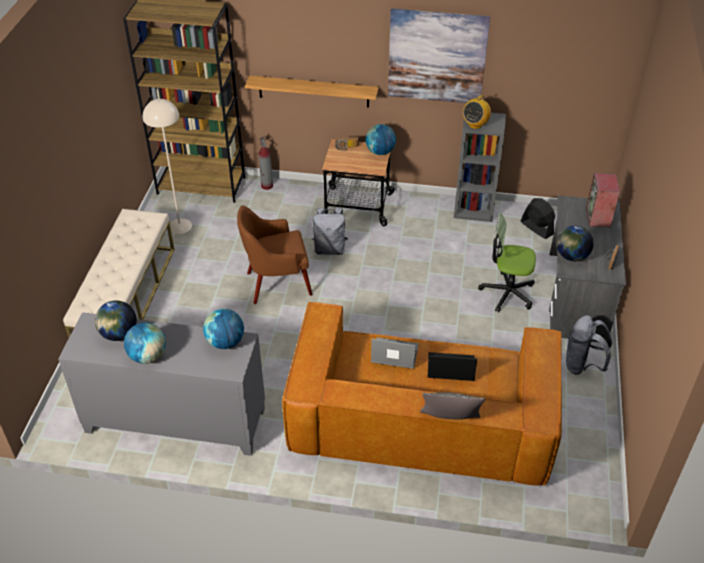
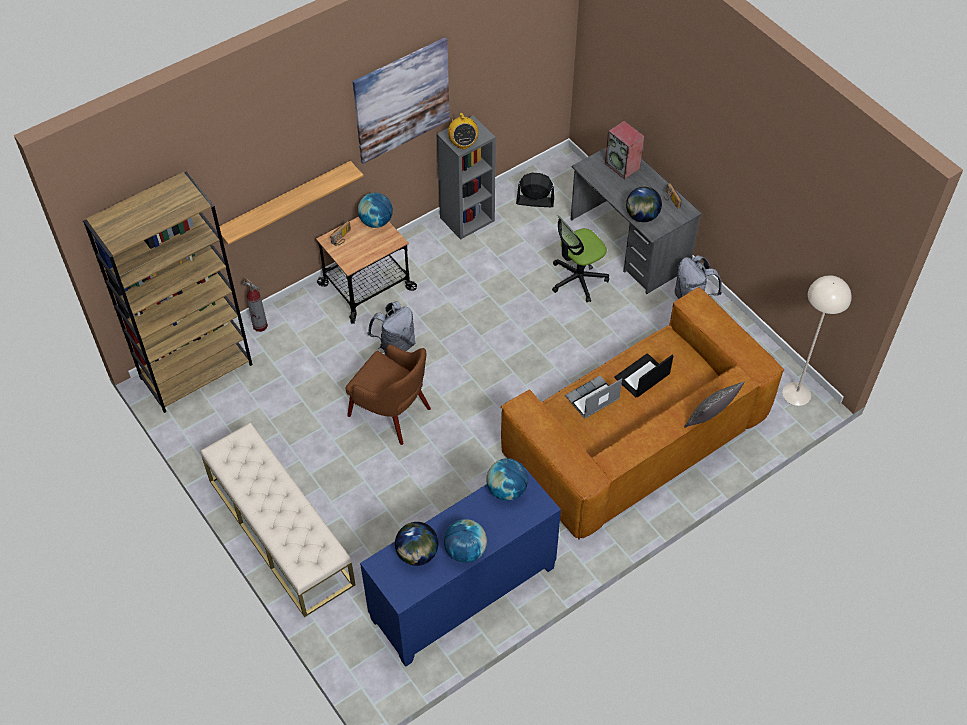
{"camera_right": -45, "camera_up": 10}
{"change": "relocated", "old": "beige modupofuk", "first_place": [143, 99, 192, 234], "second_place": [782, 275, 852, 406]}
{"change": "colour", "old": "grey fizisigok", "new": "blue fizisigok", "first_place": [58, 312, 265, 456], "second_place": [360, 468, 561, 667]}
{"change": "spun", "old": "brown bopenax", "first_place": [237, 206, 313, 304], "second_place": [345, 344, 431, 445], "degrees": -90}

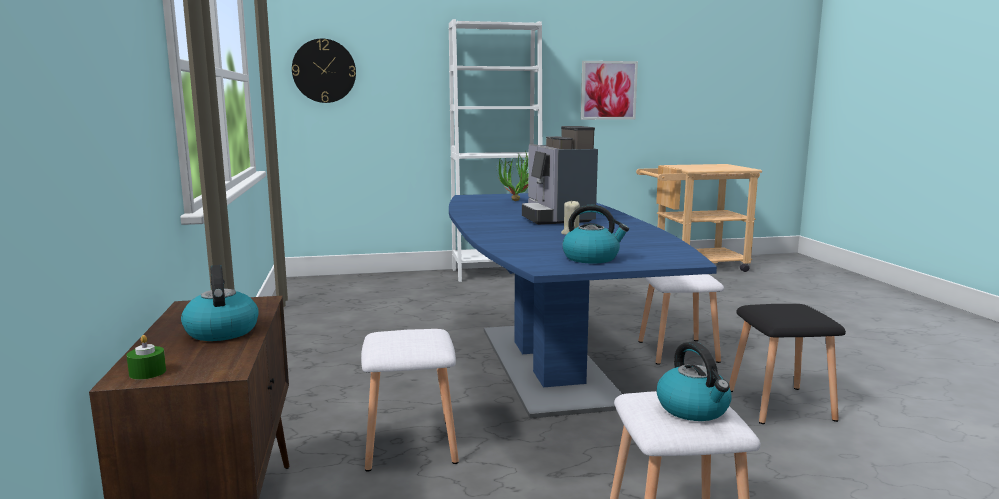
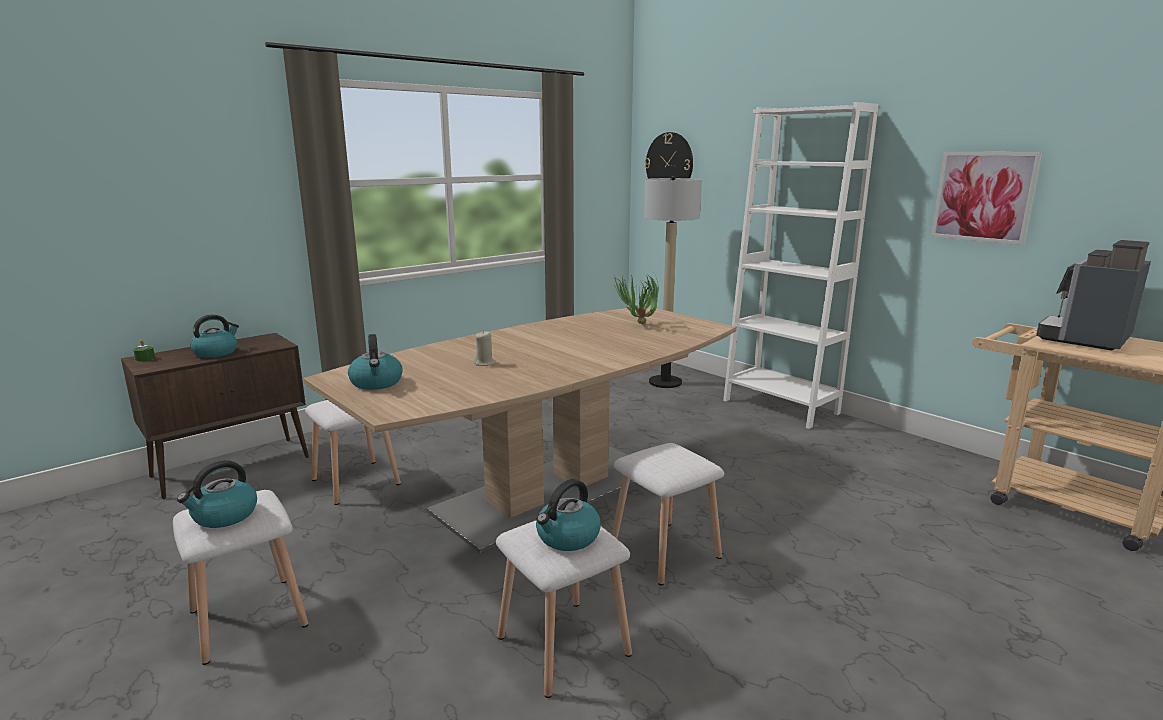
{"camera_right": 60, "camera_up": 5}
{"change": "appeared", "new": "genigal", "second_place": [536, 479, 601, 551]}
{"change": "appeared", "new": "modupofuk", "second_place": [644, 175, 702, 388]}
{"change": "relocated", "old": "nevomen", "first_place": [522, 126, 598, 225], "second_place": [1036, 240, 1151, 351]}
{"change": "colour", "old": "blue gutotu", "new": "brown gutotu", "first_place": [449, 193, 717, 419], "second_place": [304, 307, 737, 553]}
{"change": "colour", "old": "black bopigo", "new": "white bopigo", "first_place": [729, 304, 846, 424], "second_place": [496, 520, 632, 698]}

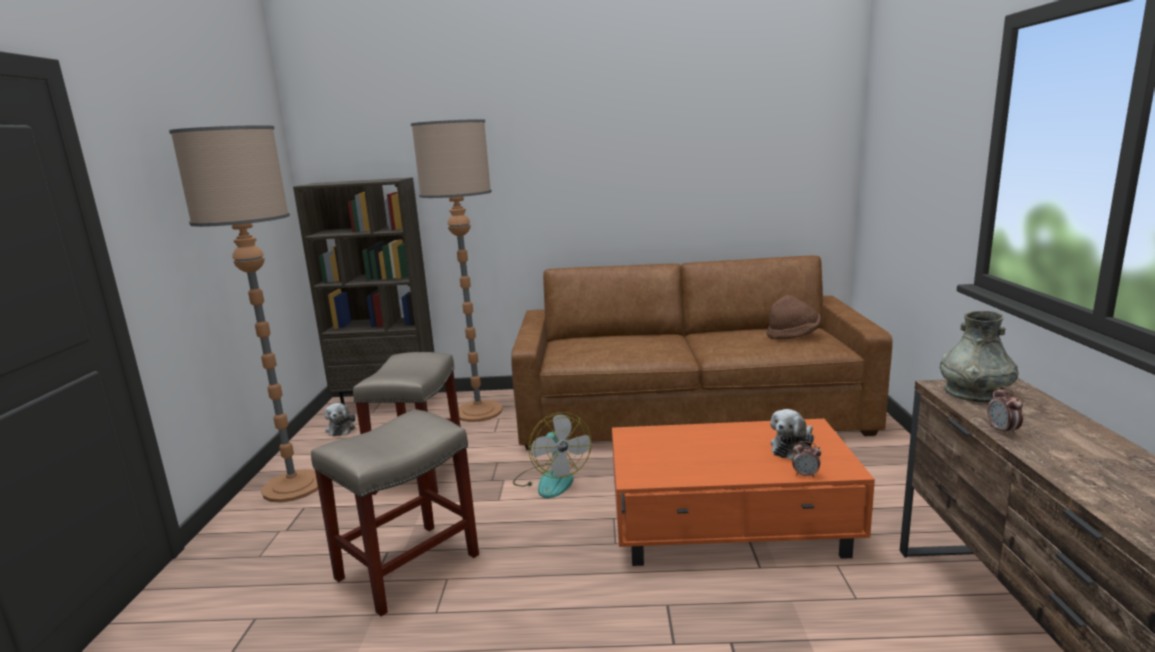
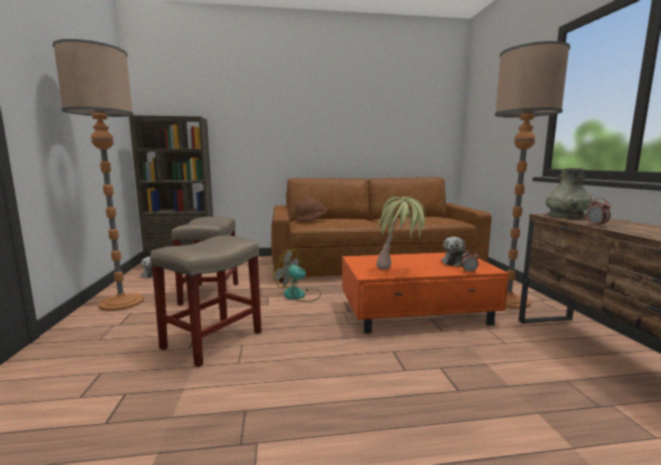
{"camera_right": -10, "camera_up": -5}
{"change": "appeared", "new": "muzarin", "second_place": [377, 196, 426, 269]}
{"change": "relocated", "old": "modupofuk", "first_place": [411, 119, 502, 422], "second_place": [495, 41, 570, 309]}
{"change": "relocated", "old": "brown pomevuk", "first_place": [766, 295, 821, 339], "second_place": [295, 196, 327, 222]}
{"change": "spun", "old": "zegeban", "first_place": [513, 412, 592, 498], "second_place": [273, 249, 321, 302], "degrees": 150}

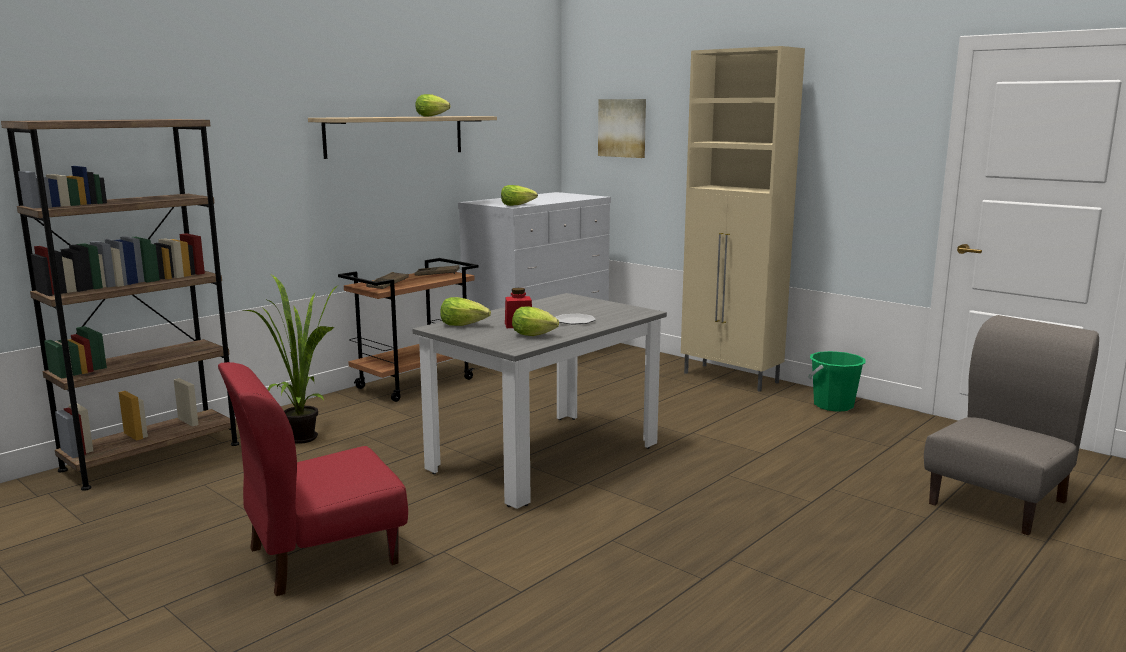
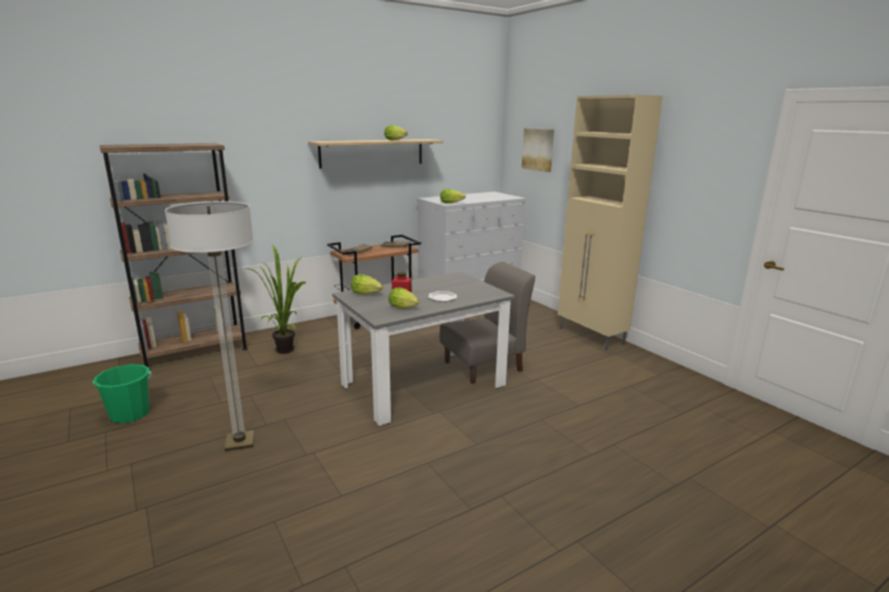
{"camera_right": 15, "camera_up": 5}
{"change": "relocated", "old": "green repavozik", "first_place": [808, 351, 866, 412], "second_place": [93, 364, 152, 423]}
{"change": "relocated", "old": "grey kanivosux", "first_place": [924, 315, 1099, 535], "second_place": [439, 262, 535, 384]}
{"change": "exchanged", "old": "red kanivosux", "new": "modupofuk", "first_place": [218, 362, 408, 596], "second_place": [165, 201, 254, 451]}

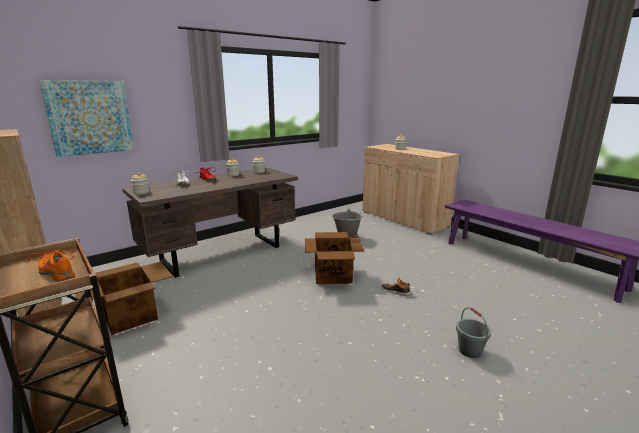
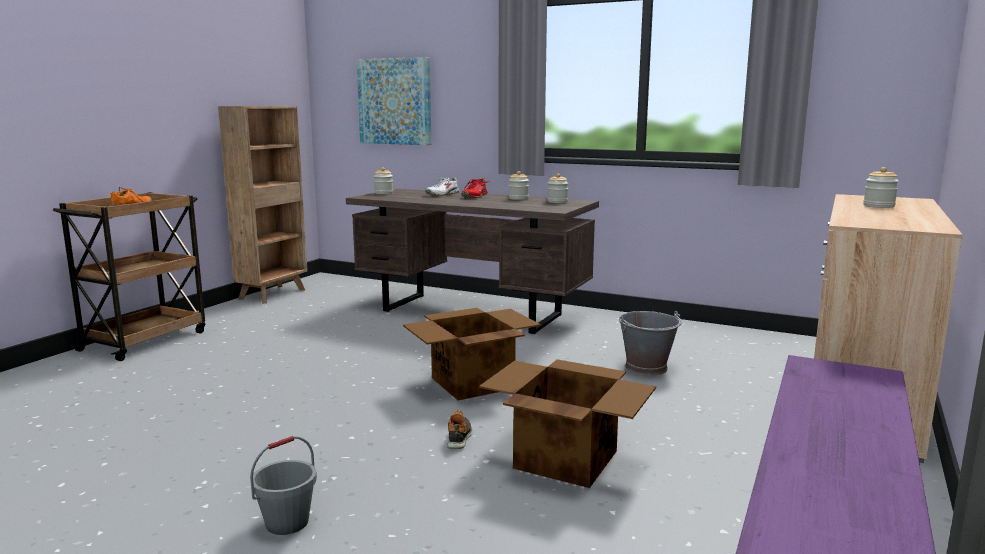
{"camera_right": 65, "camera_up": -5}
{"change": "relocated", "old": "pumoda", "first_place": [75, 262, 173, 335], "second_place": [479, 359, 656, 488]}

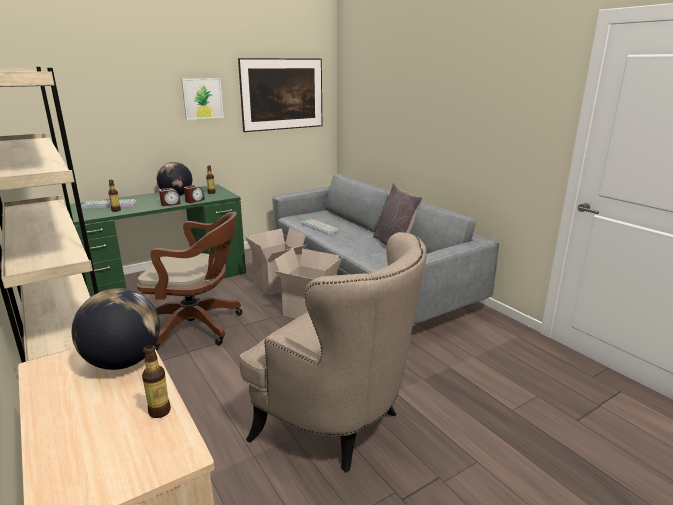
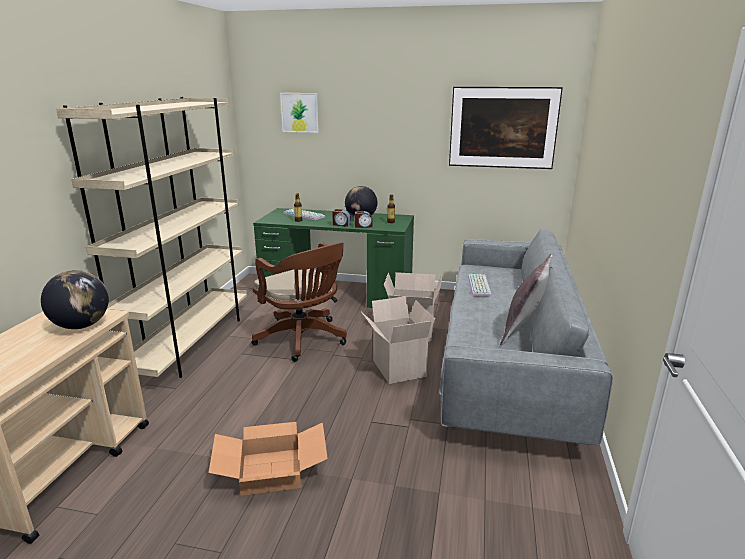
{"camera_right": 45, "camera_up": 0}
{"change": "missing", "old": "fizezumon", "first_place": [142, 345, 171, 418]}
{"change": "relocated", "old": "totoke", "first_place": [181, 78, 224, 120], "second_place": [280, 93, 319, 133]}
{"change": "exchanged", "old": "beige bopenax", "new": "pumoda", "first_place": [240, 232, 427, 473], "second_place": [209, 422, 328, 496]}

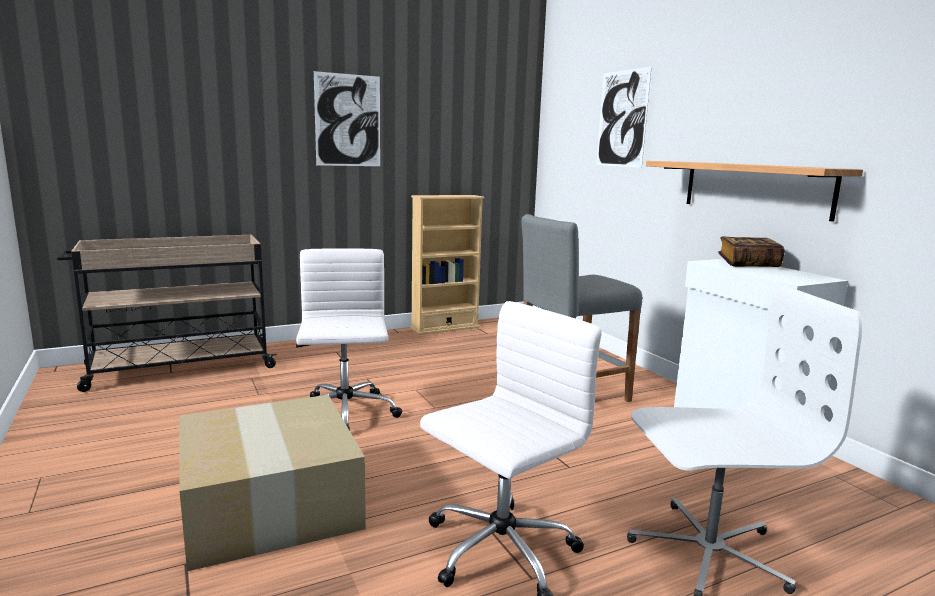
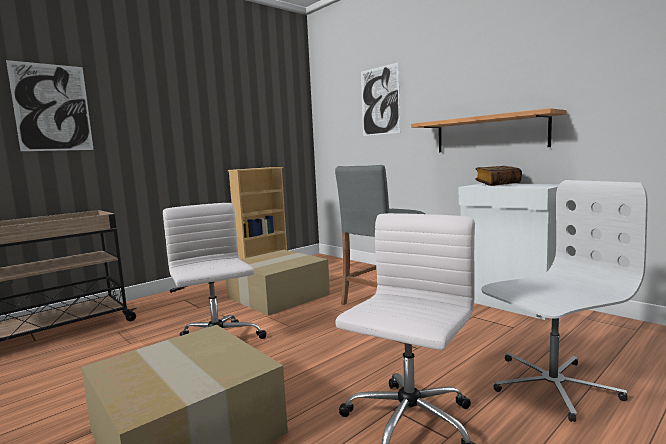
{"camera_right": -15, "camera_up": -5}
{"change": "appeared", "new": "pumoda", "second_place": [226, 250, 330, 315]}
{"change": "relocated", "old": "totoke", "first_place": [314, 71, 380, 166], "second_place": [6, 60, 94, 151]}

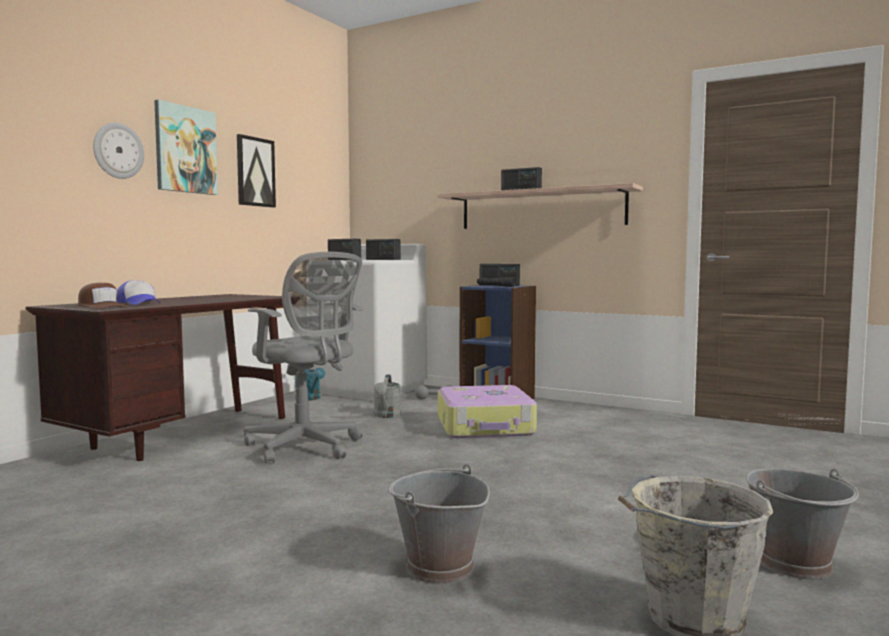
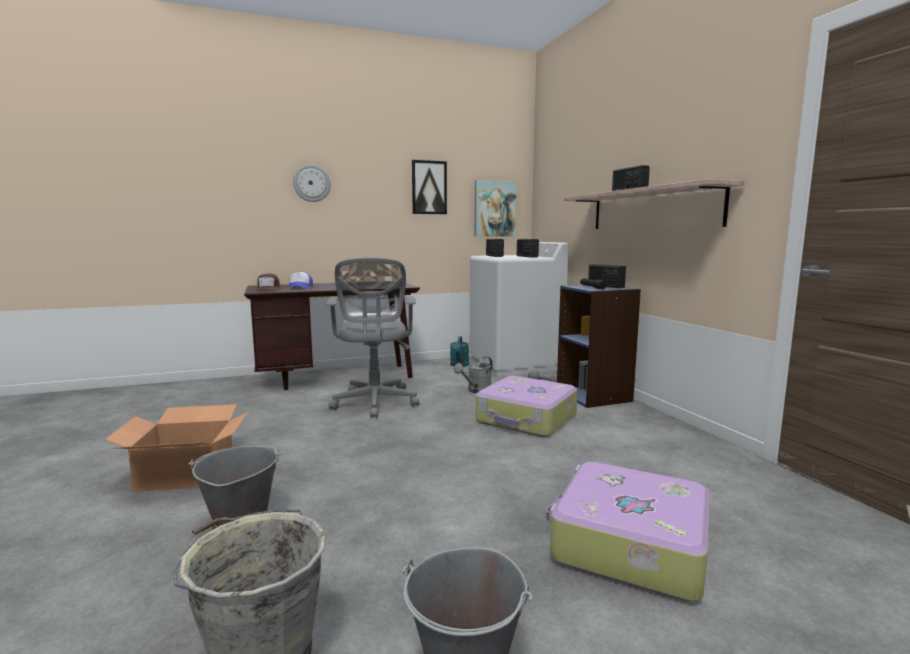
{"camera_right": 40, "camera_up": 5}
{"change": "appeared", "new": "pumoda", "second_place": [105, 405, 248, 492]}
{"change": "appeared", "new": "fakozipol", "second_place": [547, 462, 710, 601]}
{"change": "relocated", "old": "totoke", "first_place": [154, 100, 218, 195], "second_place": [475, 180, 517, 237]}

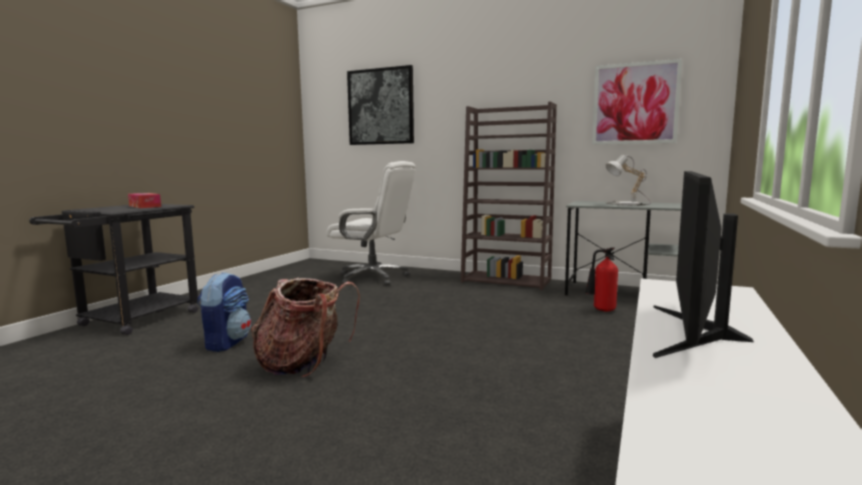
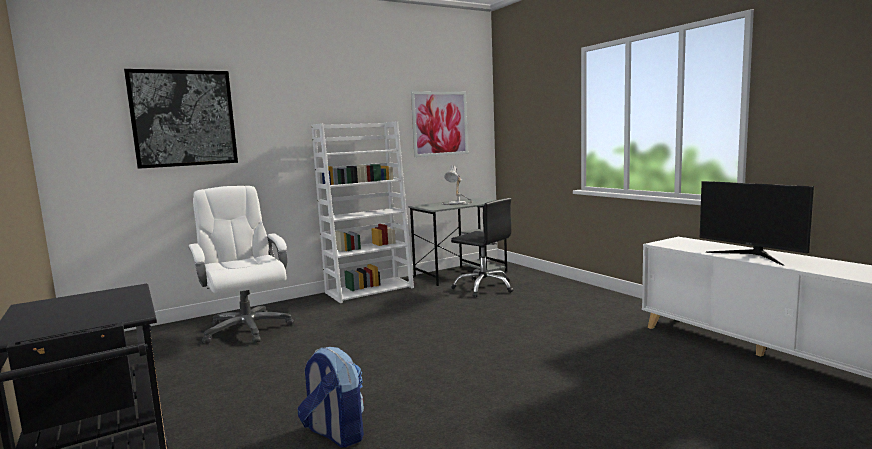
{"camera_right": -55, "camera_up": 0}
{"change": "missing", "old": "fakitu", "first_place": [128, 193, 161, 208]}
{"change": "missing", "old": "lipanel", "first_place": [251, 277, 360, 377]}
{"change": "exchanged", "old": "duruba", "new": "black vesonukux", "first_place": [585, 248, 618, 311], "second_place": [451, 198, 513, 297]}
{"change": "colour", "old": "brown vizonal", "new": "white vizonal", "first_place": [461, 102, 557, 290], "second_place": [311, 121, 414, 303]}
{"change": "spun", "old": "white vesonukux", "first_place": [326, 161, 416, 285], "second_place": [189, 186, 294, 343], "degrees": -90}

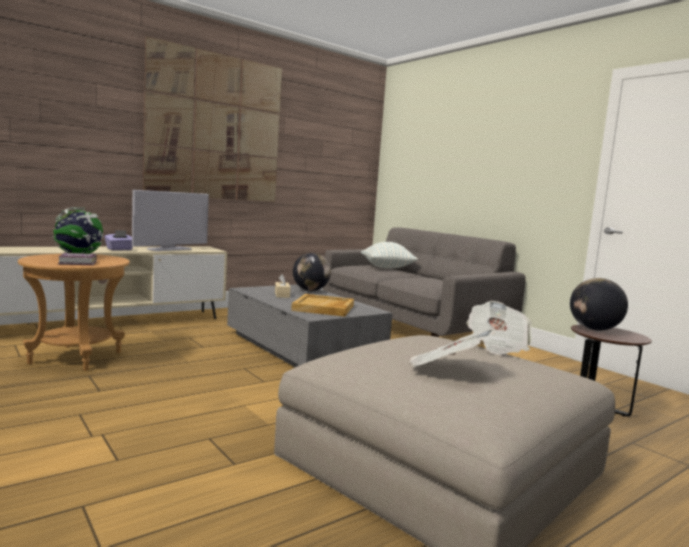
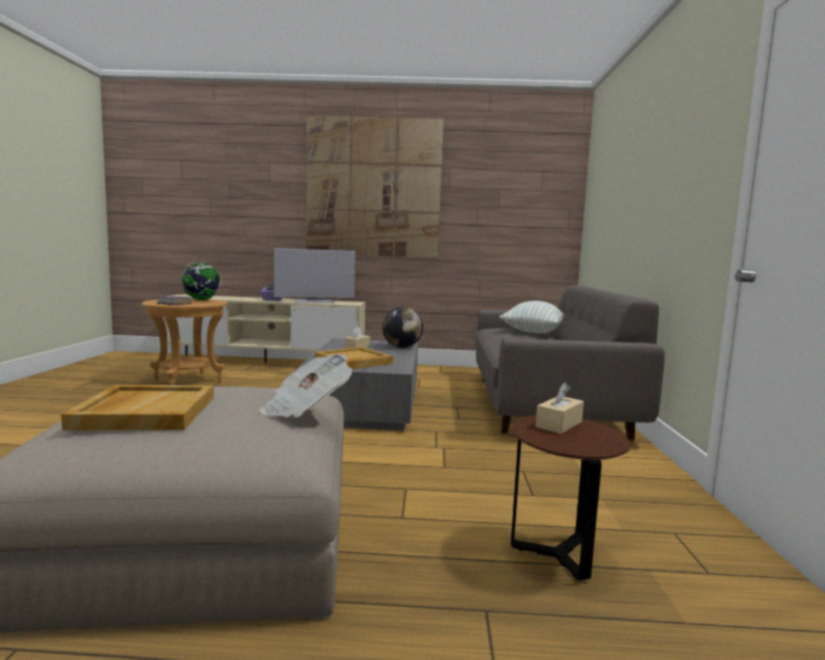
{"camera_right": 40, "camera_up": 0}
{"change": "exchanged", "old": "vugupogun", "new": "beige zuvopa", "first_place": [410, 329, 495, 368], "second_place": [61, 385, 214, 430]}
{"change": "exchanged", "old": "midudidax", "new": "beige fakitu", "first_place": [570, 278, 628, 331], "second_place": [536, 382, 584, 434]}

